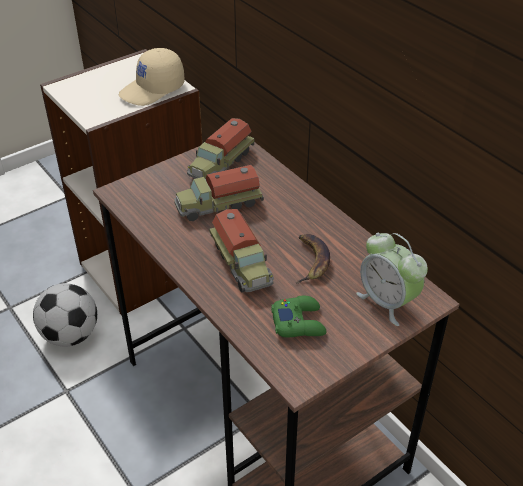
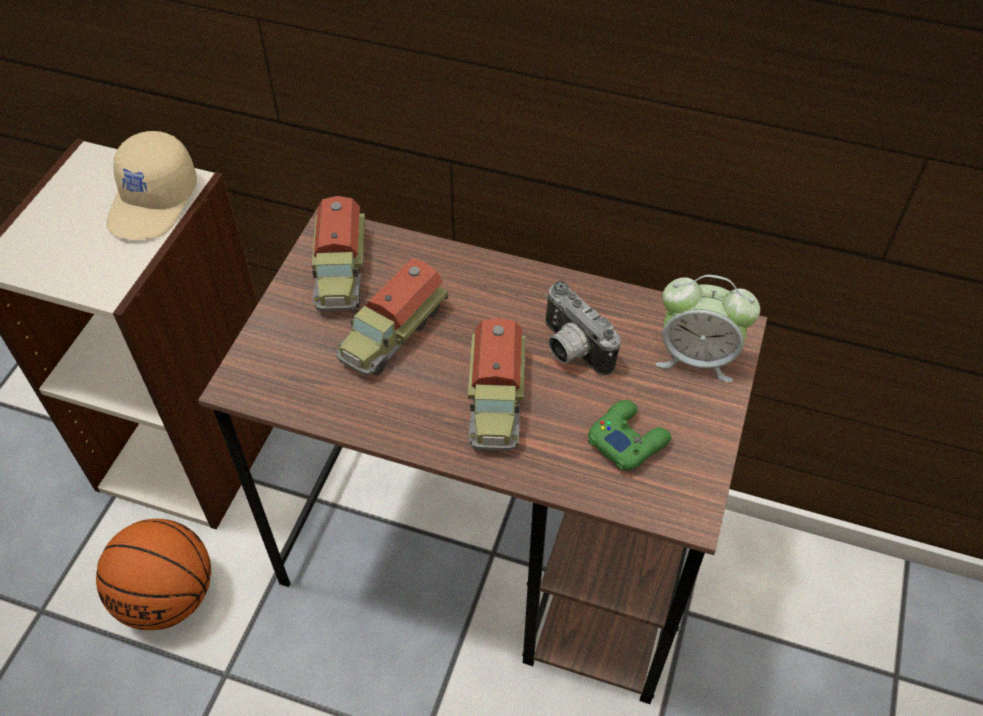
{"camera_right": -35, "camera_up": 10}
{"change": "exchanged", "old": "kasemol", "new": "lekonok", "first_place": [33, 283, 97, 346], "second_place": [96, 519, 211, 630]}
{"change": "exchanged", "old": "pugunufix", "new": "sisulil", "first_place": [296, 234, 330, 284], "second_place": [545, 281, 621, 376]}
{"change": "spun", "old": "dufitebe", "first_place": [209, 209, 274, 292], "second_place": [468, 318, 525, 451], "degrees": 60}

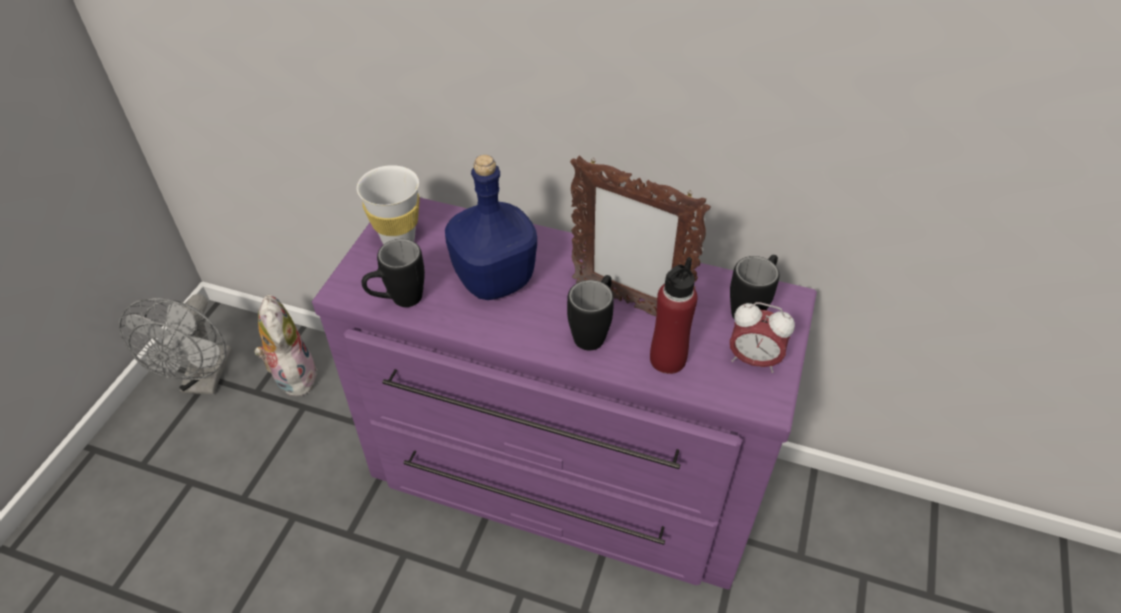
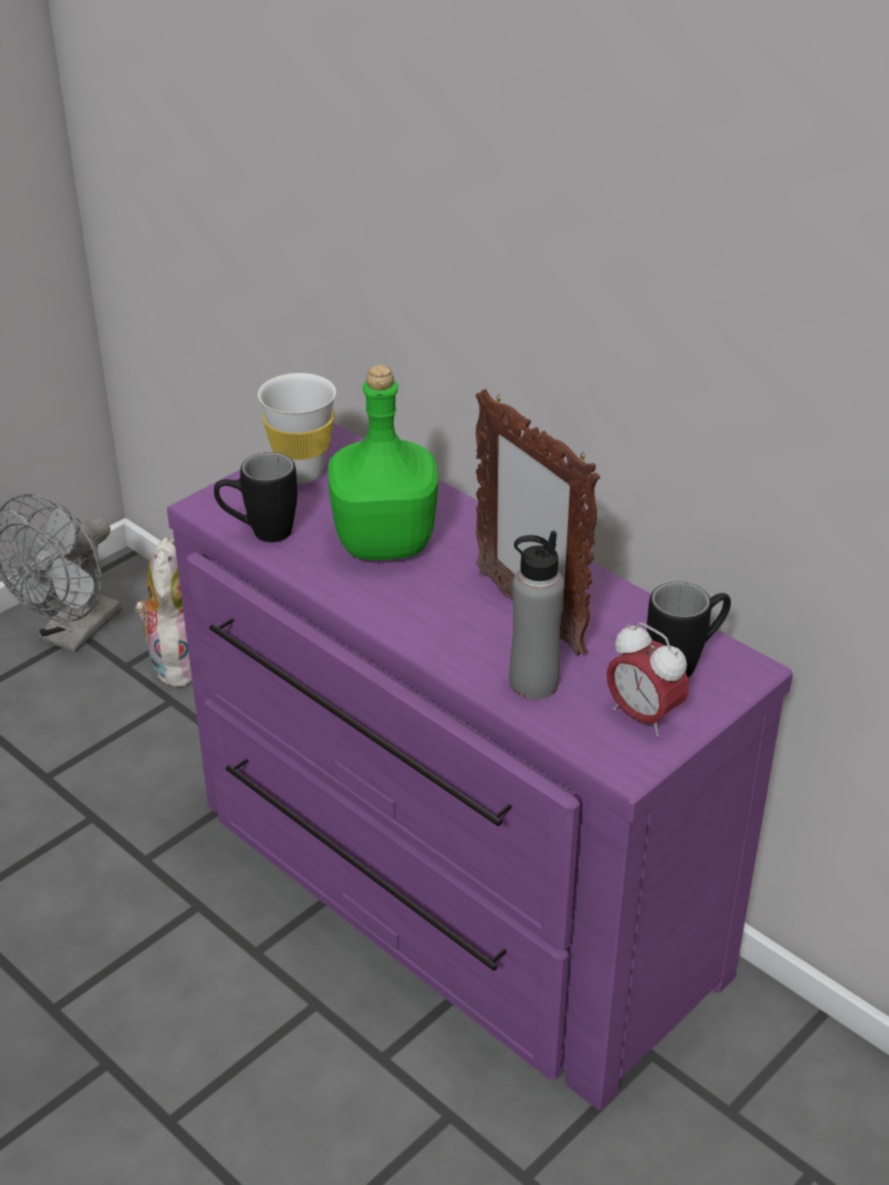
{"camera_right": 25, "camera_up": -10}
{"change": "missing", "old": "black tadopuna", "first_place": [567, 275, 614, 351]}
{"change": "colour", "old": "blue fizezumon", "new": "green fizezumon", "first_place": [445, 155, 537, 300], "second_place": [328, 365, 438, 560]}
{"change": "colour", "old": "red fizezumon", "new": "grey fizezumon", "first_place": [650, 257, 698, 374], "second_place": [509, 531, 565, 699]}

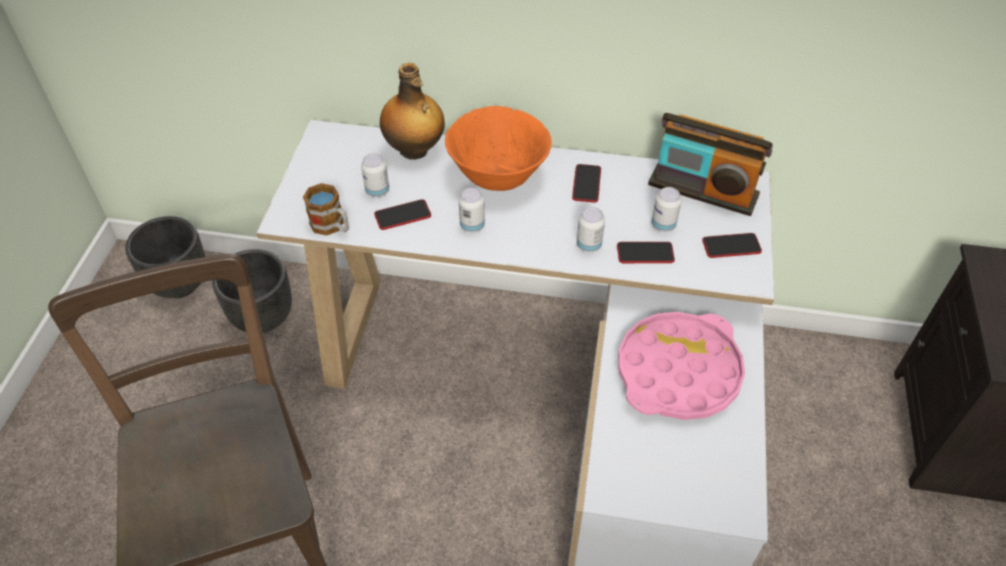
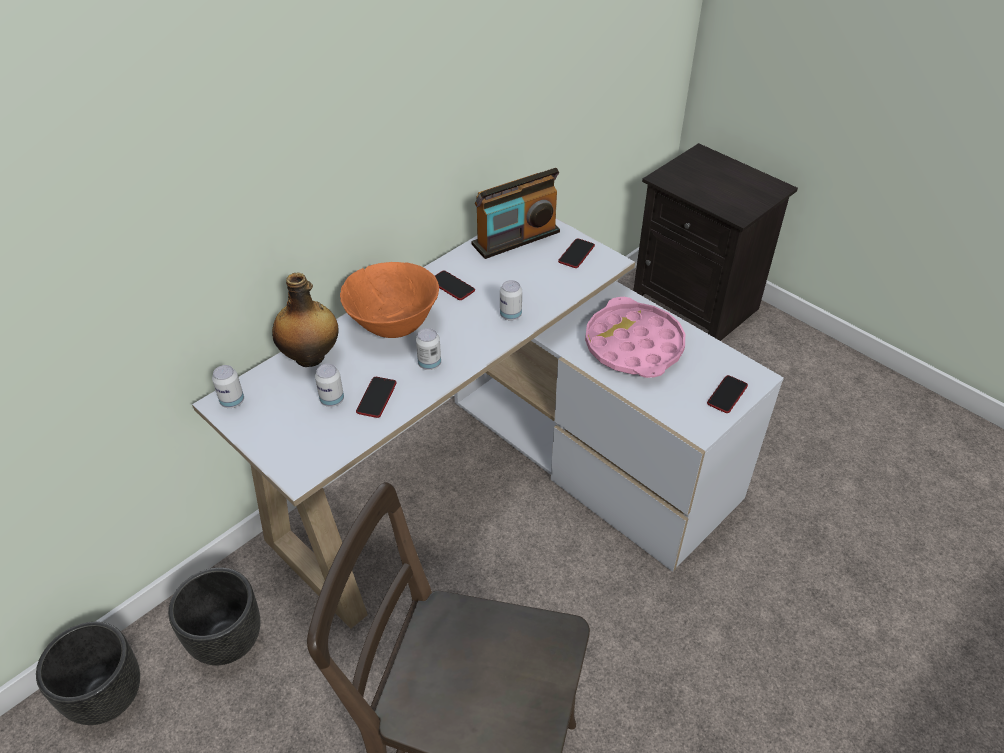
{"camera_right": -55, "camera_up": -5}
{"change": "missing", "old": "tadopuna", "first_place": [303, 183, 349, 236]}
{"change": "relocated", "old": "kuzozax", "first_place": [617, 242, 675, 263], "second_place": [707, 375, 748, 413]}
{"change": "relocated", "old": "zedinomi", "first_place": [652, 187, 682, 232], "second_place": [212, 365, 244, 408]}

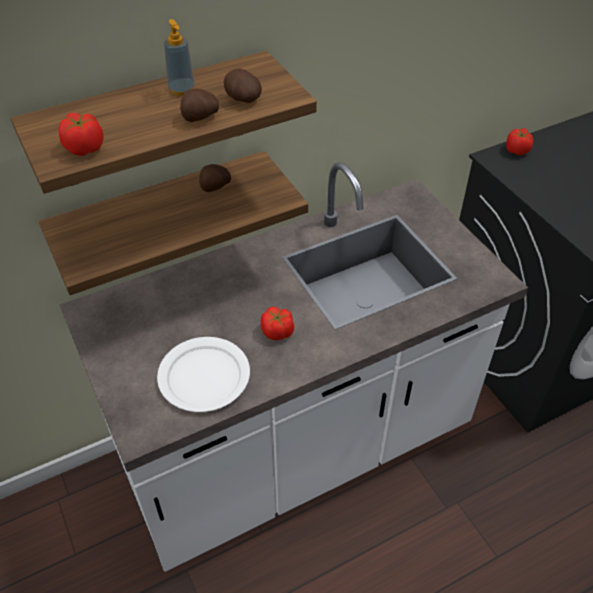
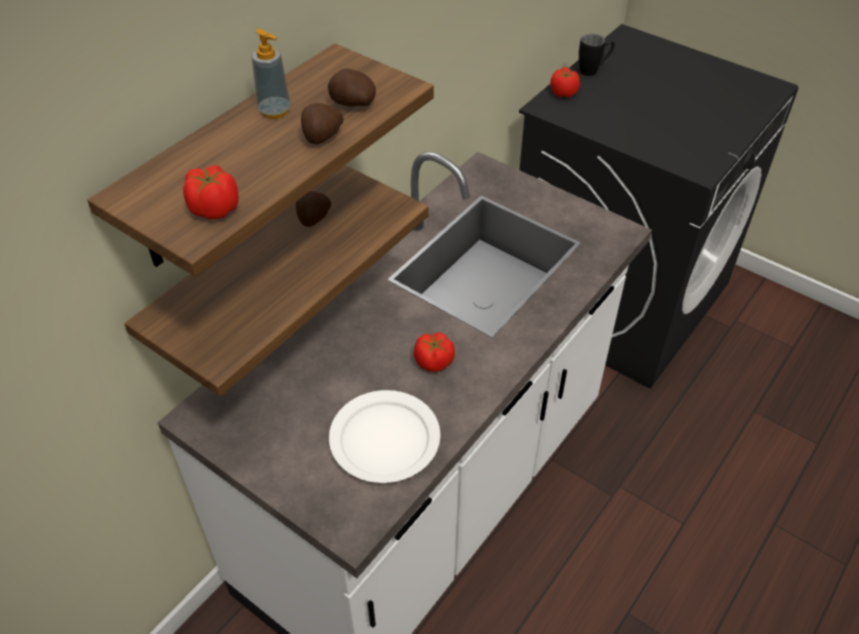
{"camera_right": -25, "camera_up": 0}
{"change": "appeared", "new": "black tadopuna", "second_place": [579, 34, 615, 76]}

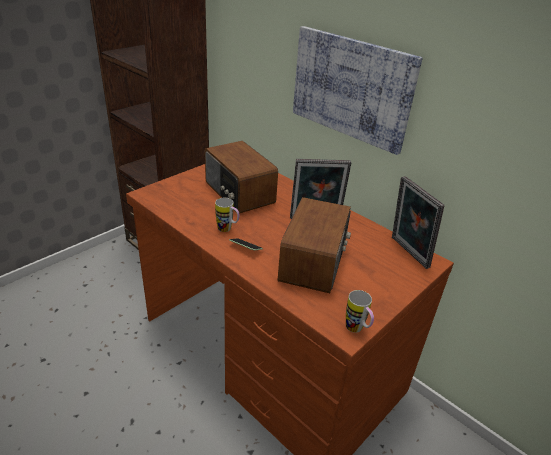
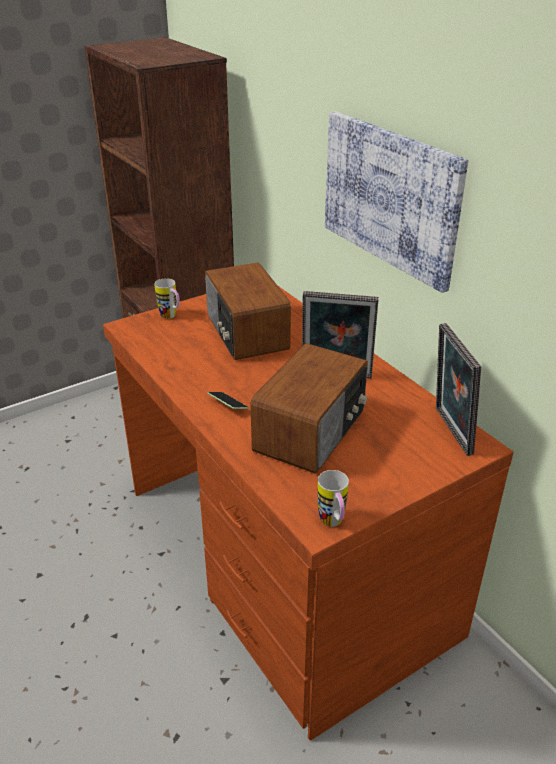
{"camera_right": 15, "camera_up": 0}
{"change": "relocated", "old": "tadopuna", "first_place": [215, 198, 239, 232], "second_place": [154, 278, 180, 319]}

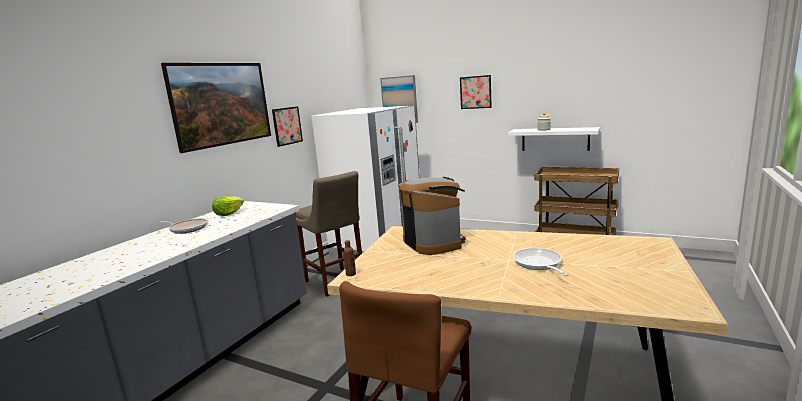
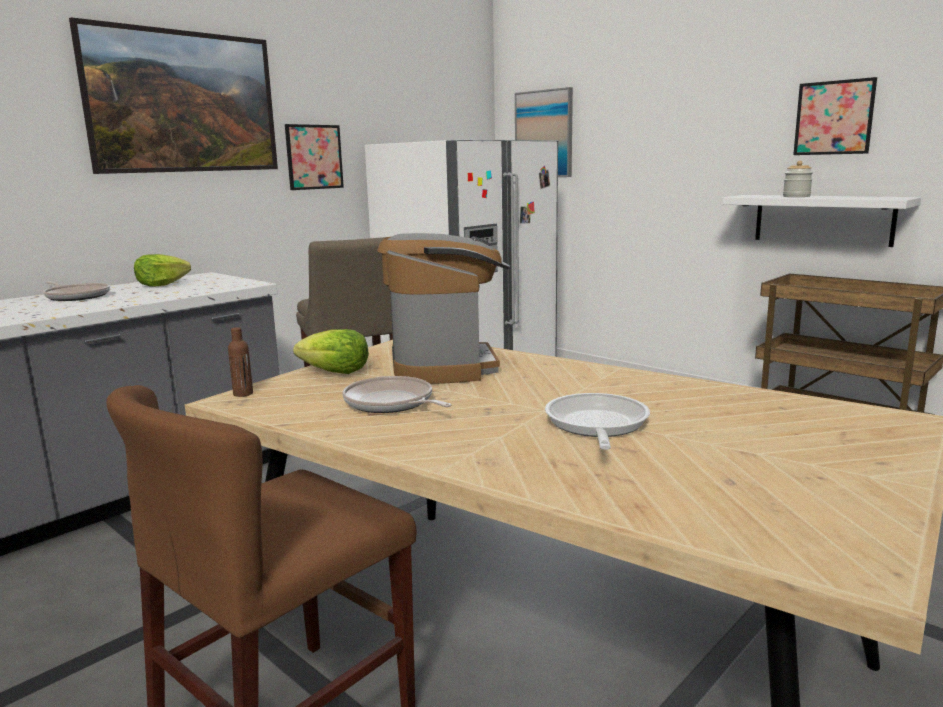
{"camera_right": 15, "camera_up": 0}
{"change": "appeared", "new": "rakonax", "second_place": [293, 329, 369, 374]}
{"change": "appeared", "new": "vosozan", "second_place": [342, 376, 452, 413]}
{"change": "relocated", "old": "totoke", "first_place": [460, 75, 492, 109], "second_place": [793, 77, 877, 155]}

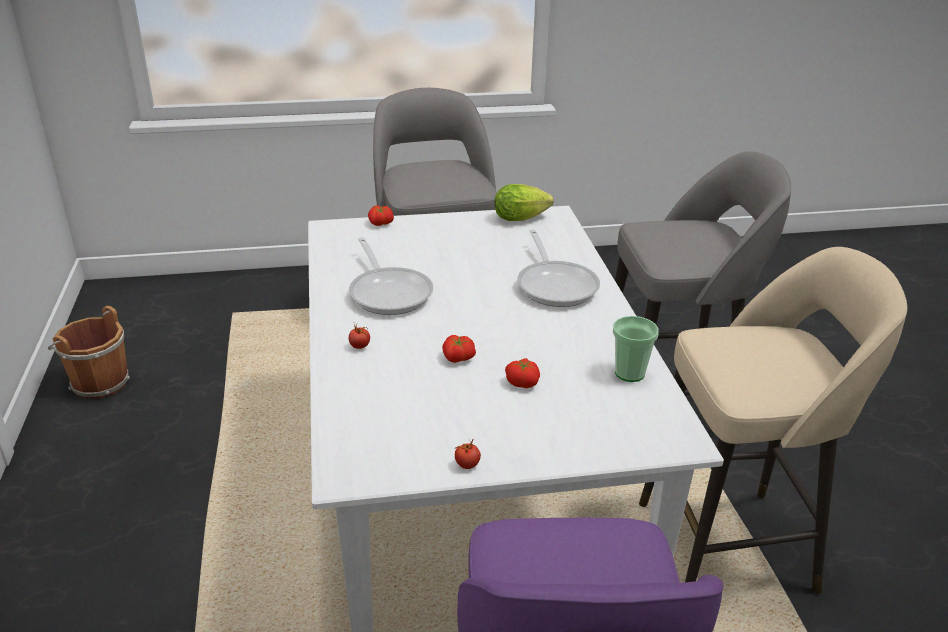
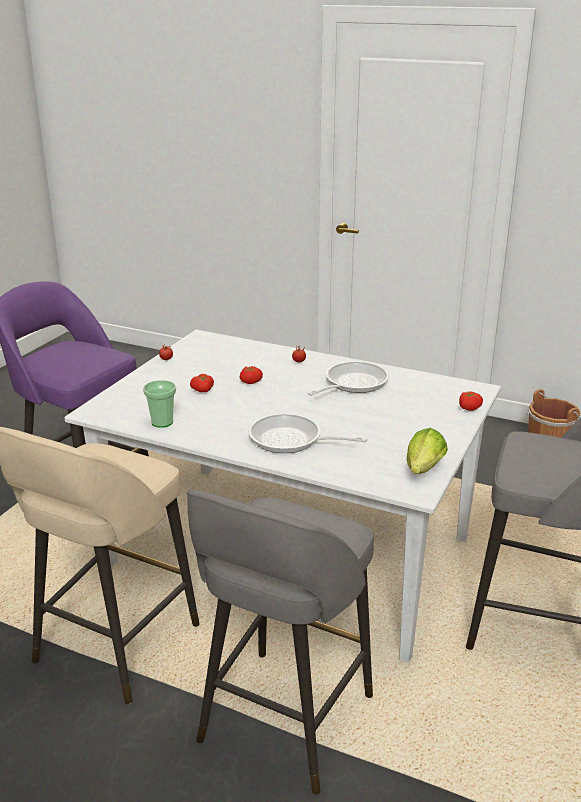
{"camera_right": 125, "camera_up": -5}
{"change": "spun", "old": "vosozan", "first_place": [349, 237, 433, 315], "second_place": [308, 361, 389, 396], "degrees": 120}

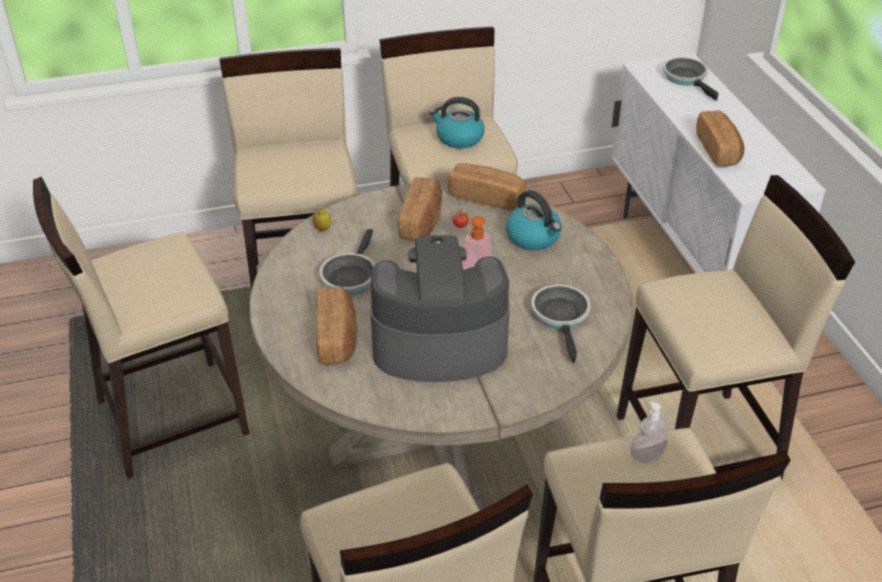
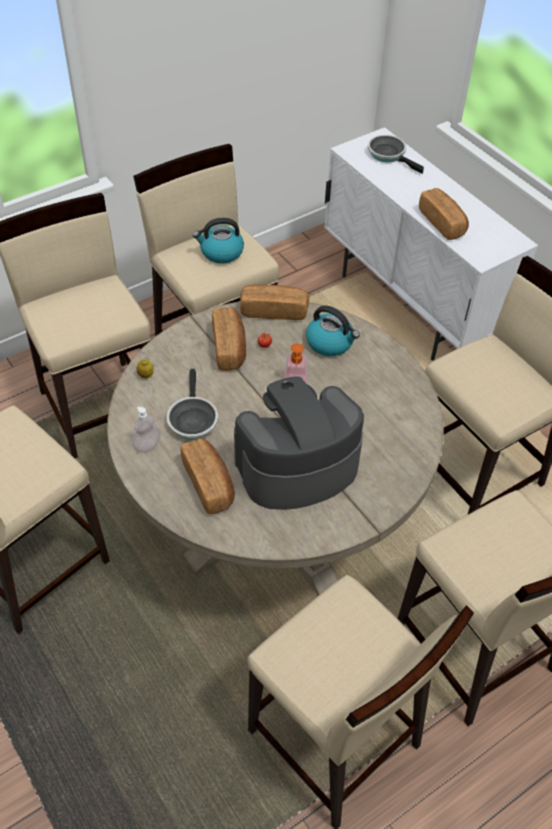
{"camera_right": -20, "camera_up": 10}
{"change": "missing", "old": "vosozan", "first_place": [531, 284, 591, 363]}
{"change": "relocated", "old": "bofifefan", "first_place": [630, 401, 667, 463], "second_place": [132, 407, 160, 453]}

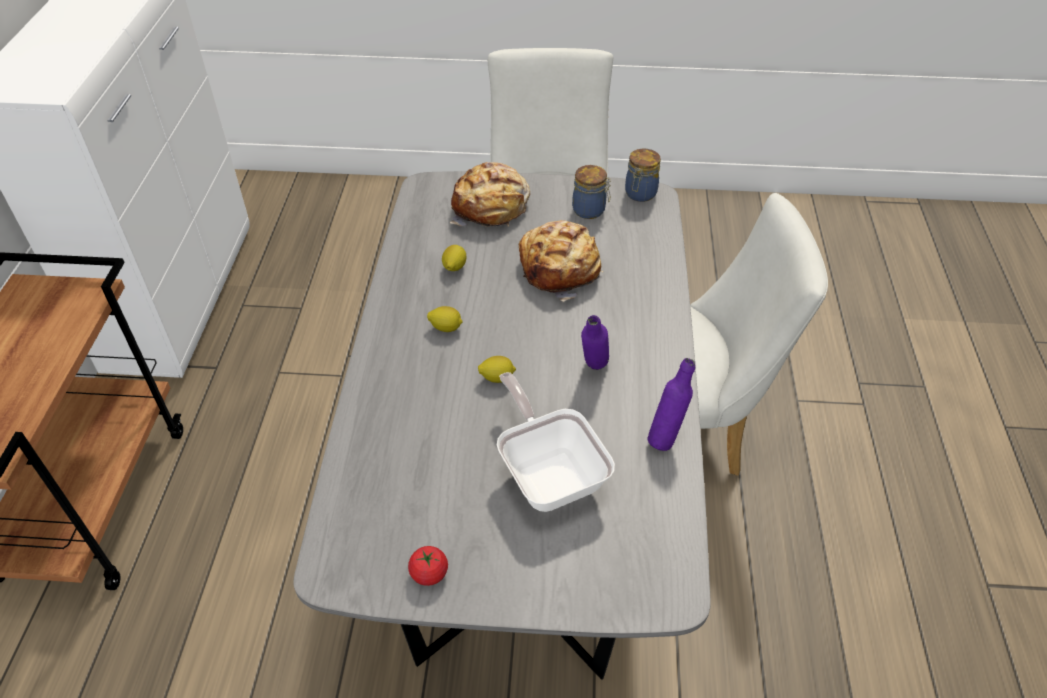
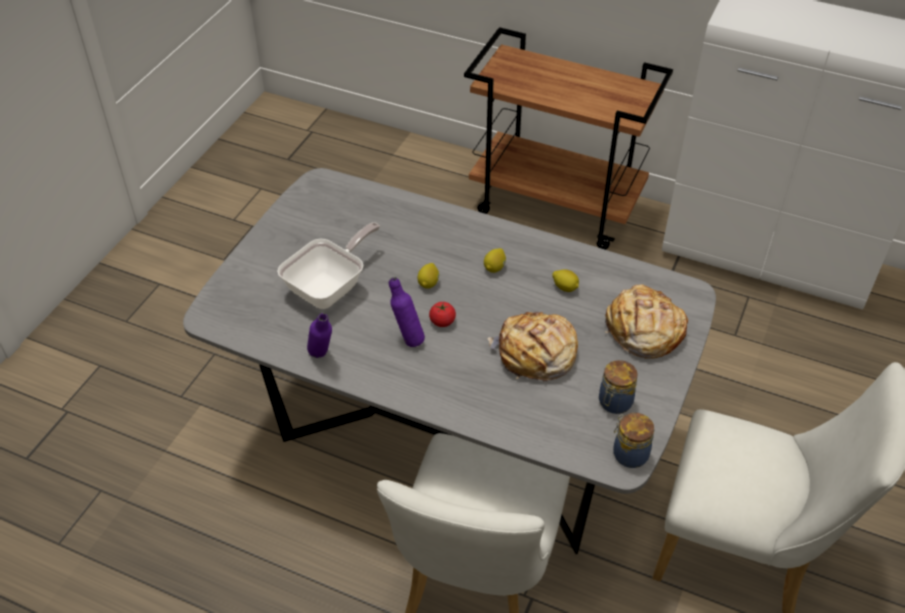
{"camera_right": 110, "camera_up": 0}
{"change": "relocated", "old": "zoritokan", "first_place": [408, 546, 448, 586], "second_place": [429, 302, 456, 327]}
{"change": "spun", "old": "vosozan", "first_place": [497, 372, 615, 512], "second_place": [277, 222, 380, 309], "degrees": -45}

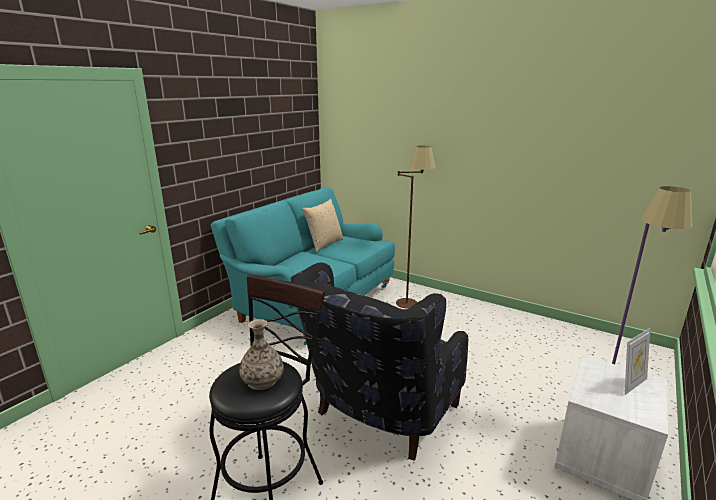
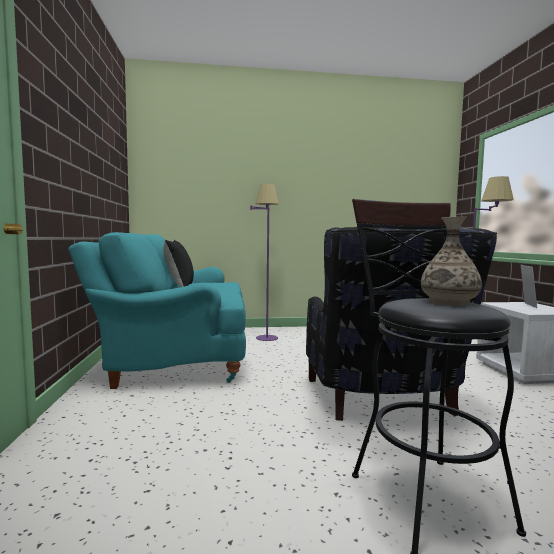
{"camera_right": -40, "camera_up": -15}
{"change": "colour", "old": "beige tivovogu", "new": "black tivovogu", "first_place": [303, 199, 343, 252], "second_place": [164, 240, 194, 287]}
{"change": "colour", "old": "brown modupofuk", "new": "purple modupofuk", "first_place": [396, 145, 436, 309], "second_place": [250, 184, 279, 341]}

